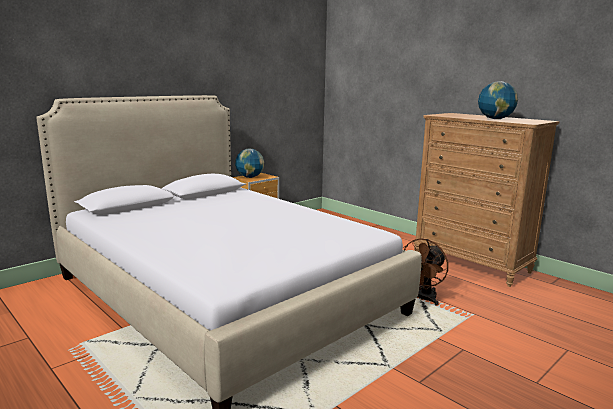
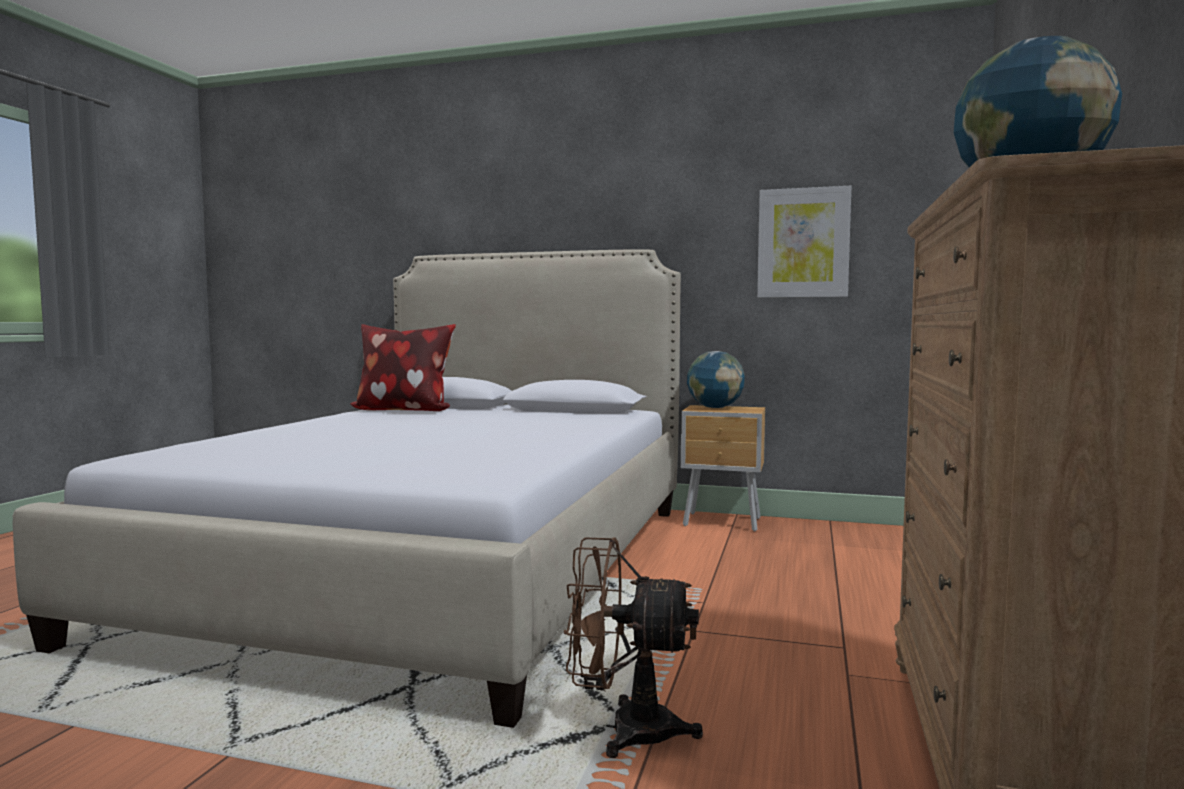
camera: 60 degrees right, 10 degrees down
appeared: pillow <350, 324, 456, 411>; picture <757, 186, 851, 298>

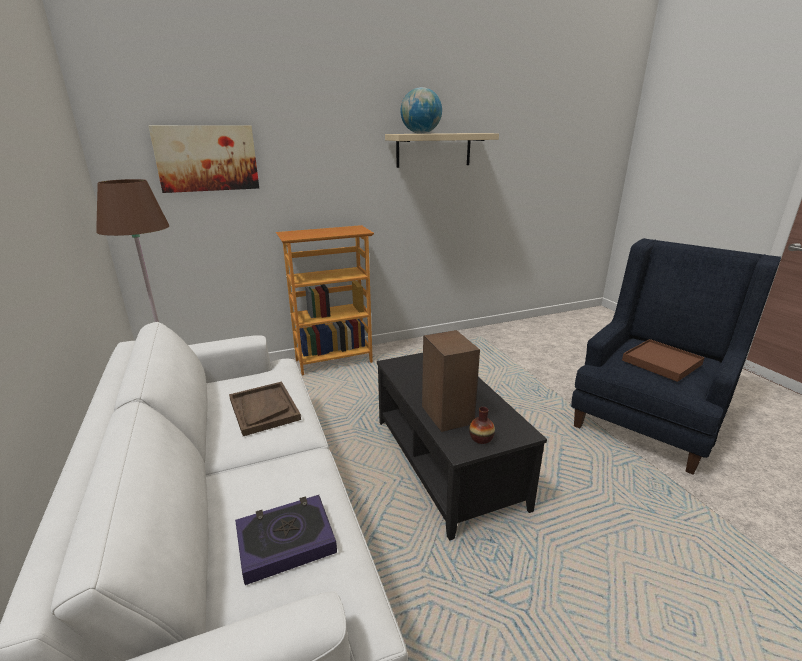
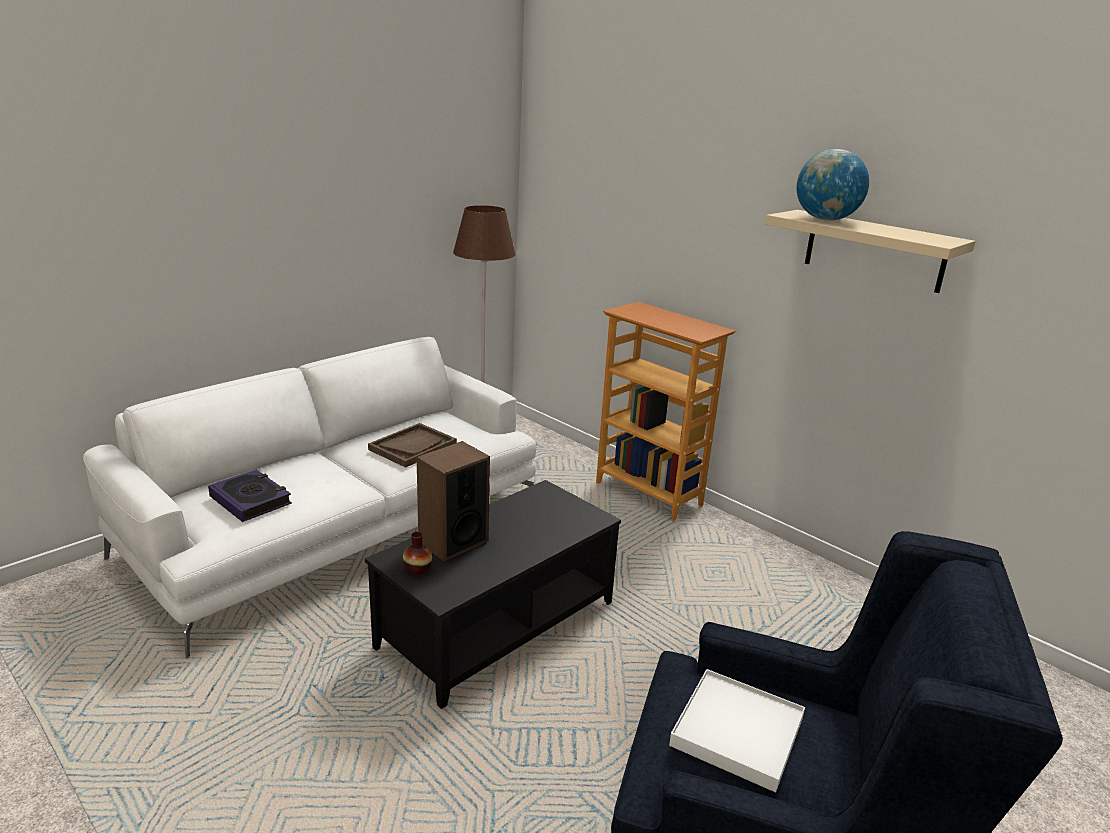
camera: 65 degrees right, 0 degrees up
missing: picture <148, 125, 259, 193>
colour: tray (brown) <622, 339, 705, 382> to tray (white) <669, 669, 805, 792>

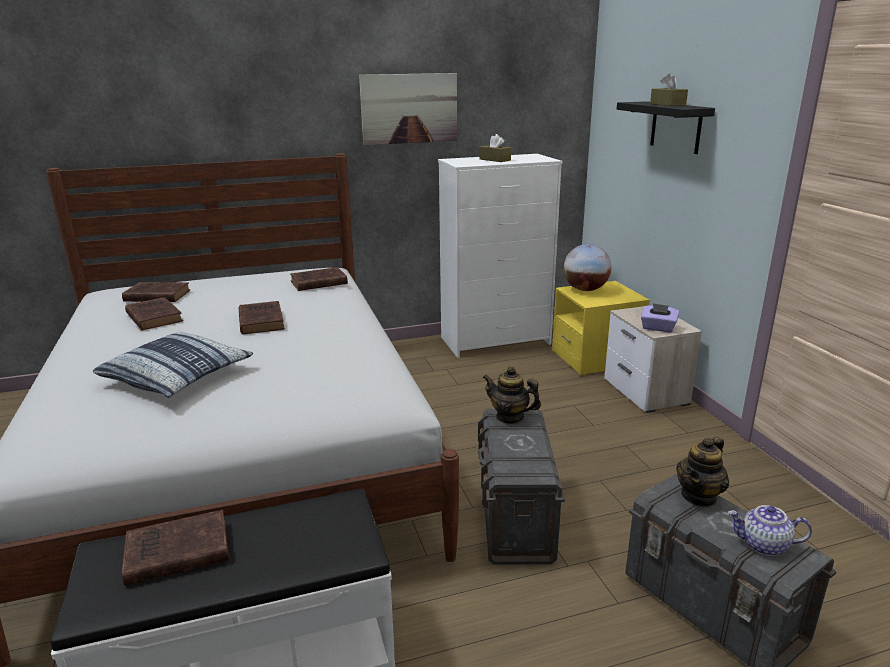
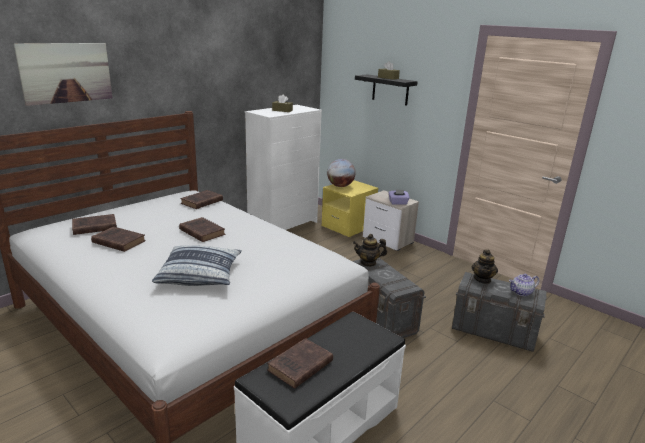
camera: 30 degrees left, 0 degrees up
relocated: picture <359, 73, 457, 145> to <14, 43, 112, 106>

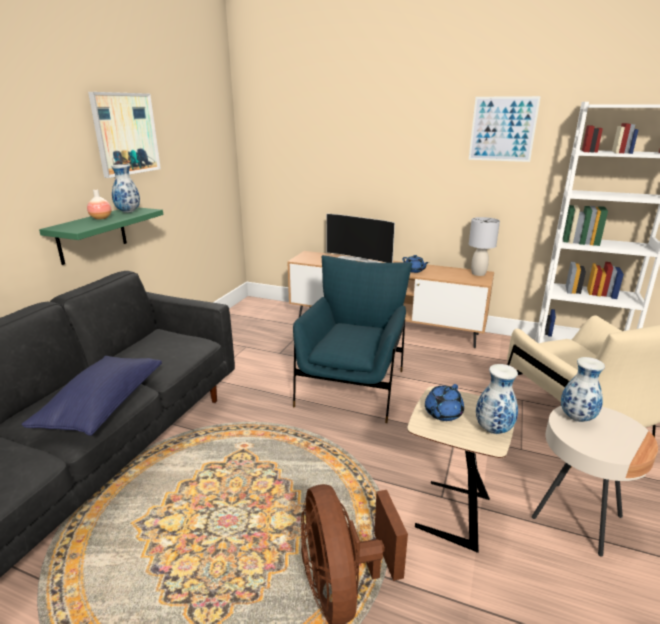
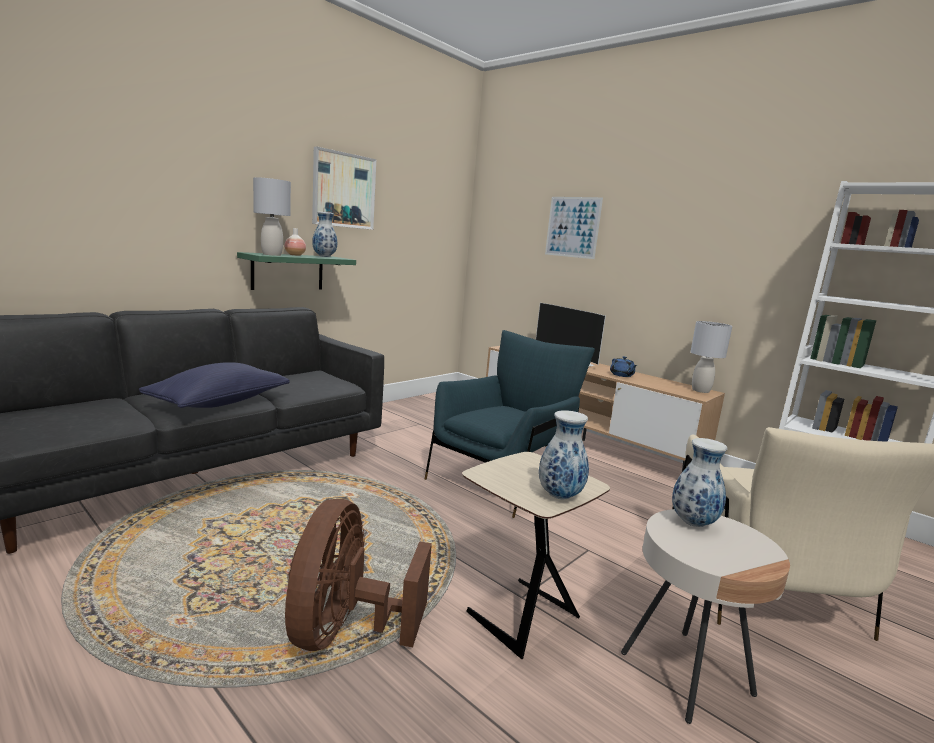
camera: 20 degrees right, 10 degrees down
missing: teapot (blue) <425, 384, 464, 421>
appeared: table lamp (grey) <253, 177, 291, 256>
relocated: picture <469, 96, 541, 162> to <545, 197, 603, 259>

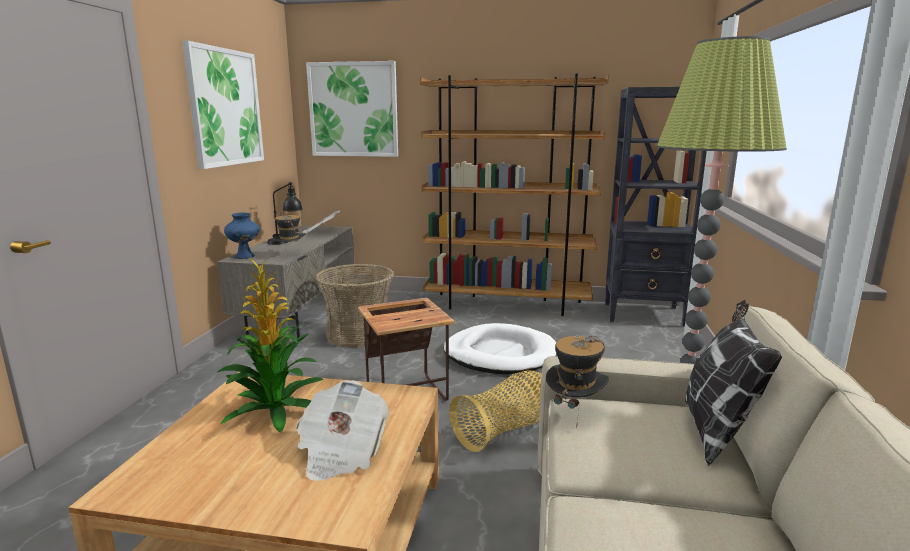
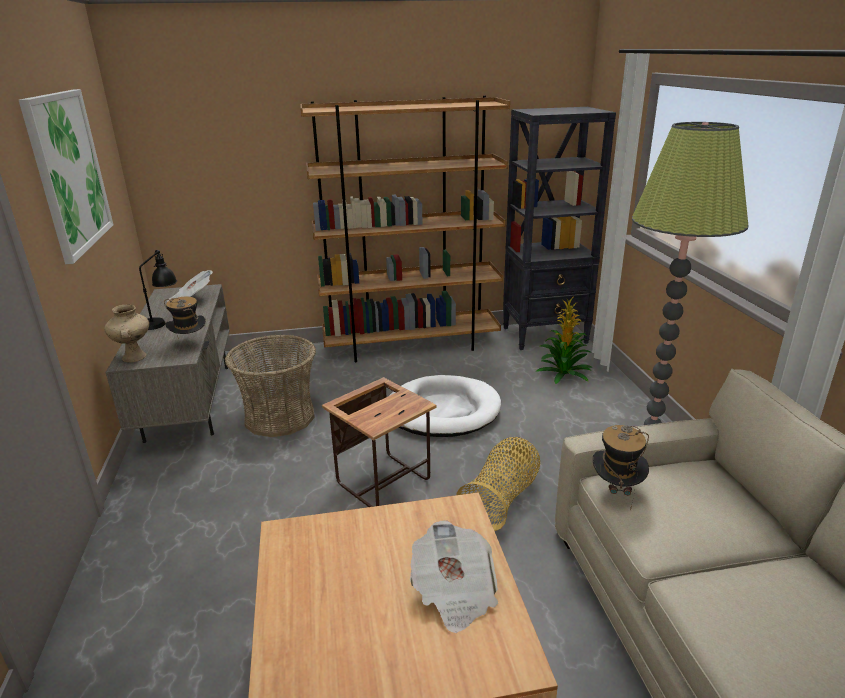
camera: 20 degrees left, 10 degrees up
missing: picture <306, 61, 398, 157>; pillow <685, 300, 782, 466>
relocated: potted plant <216, 259, 323, 433> to <536, 297, 592, 384>
colour: vase (blue) <224, 213, 260, 259> to vase (beige) <104, 304, 149, 363>

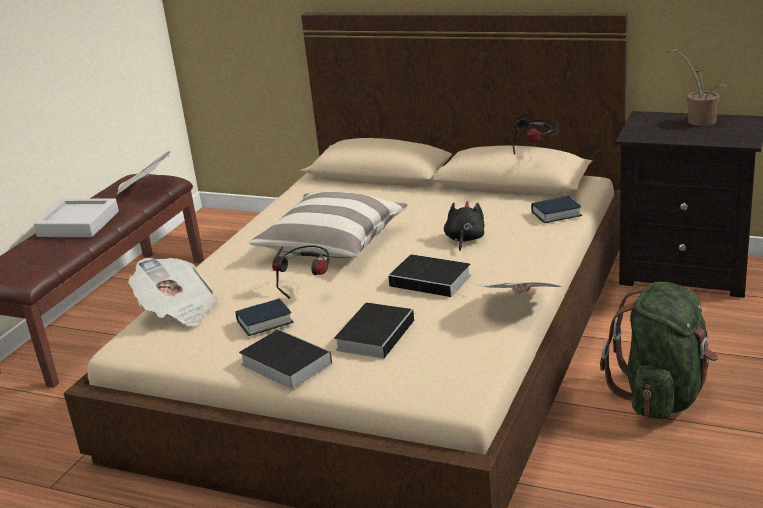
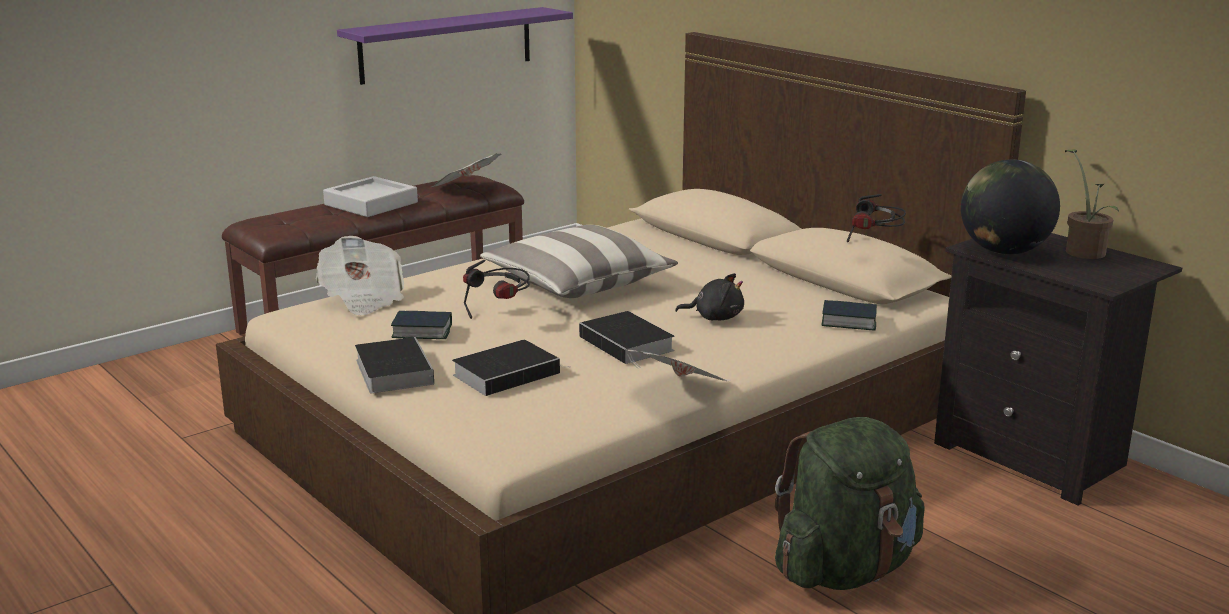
camera: 25 degrees right, 5 degrees down
appeared: shelf (purple) <337, 7, 573, 85>; globe <961, 159, 1060, 255>
spun: plush toy (black) <444, 201, 484, 251> = <675, 273, 744, 320> 60 degrees clockwise

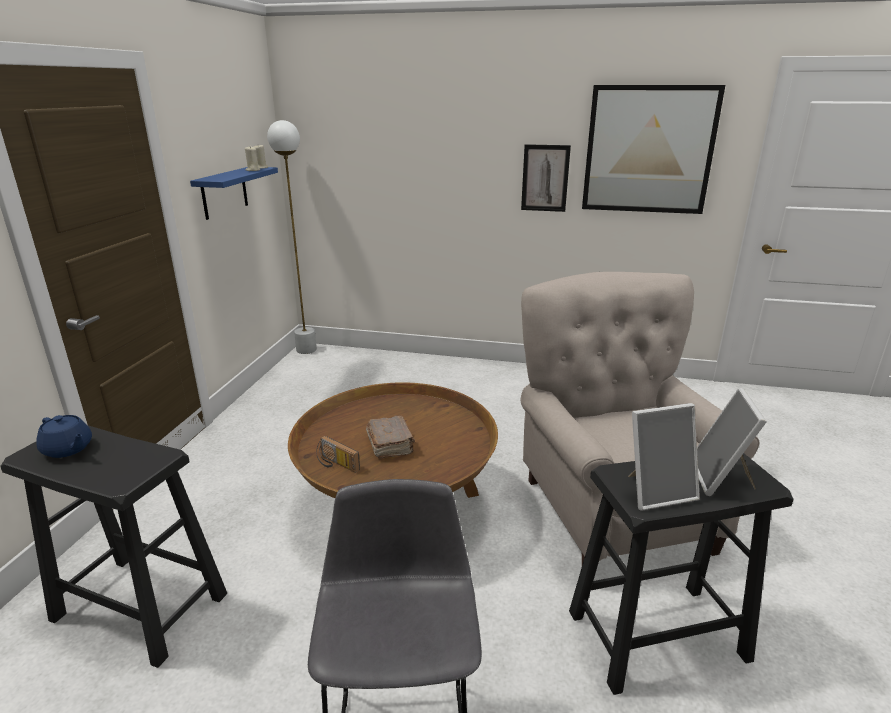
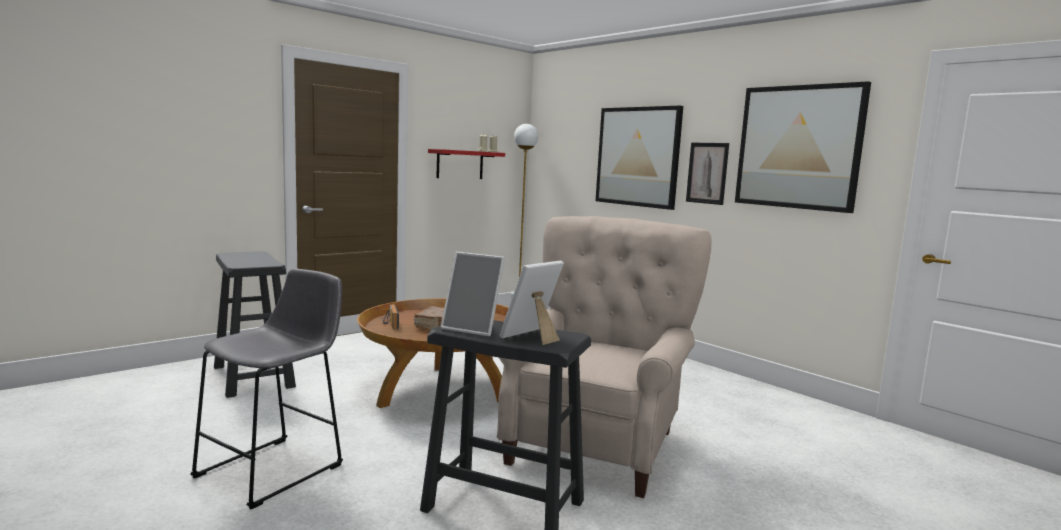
camera: 35 degrees right, 15 degrees down
missing: teapot (blue) <36, 415, 92, 458>
appeared: picture <596, 106, 683, 210>
colour: shelf (blue) <190, 167, 278, 220> to shelf (red) <428, 149, 505, 179>

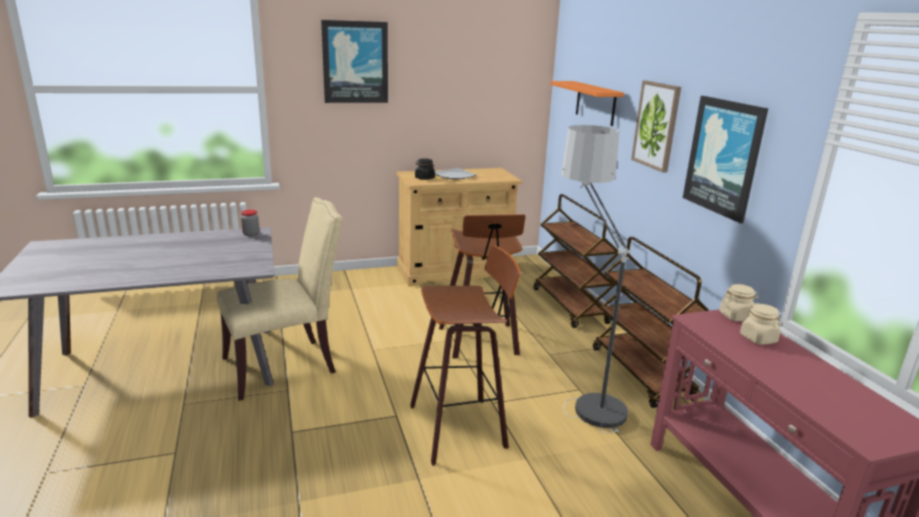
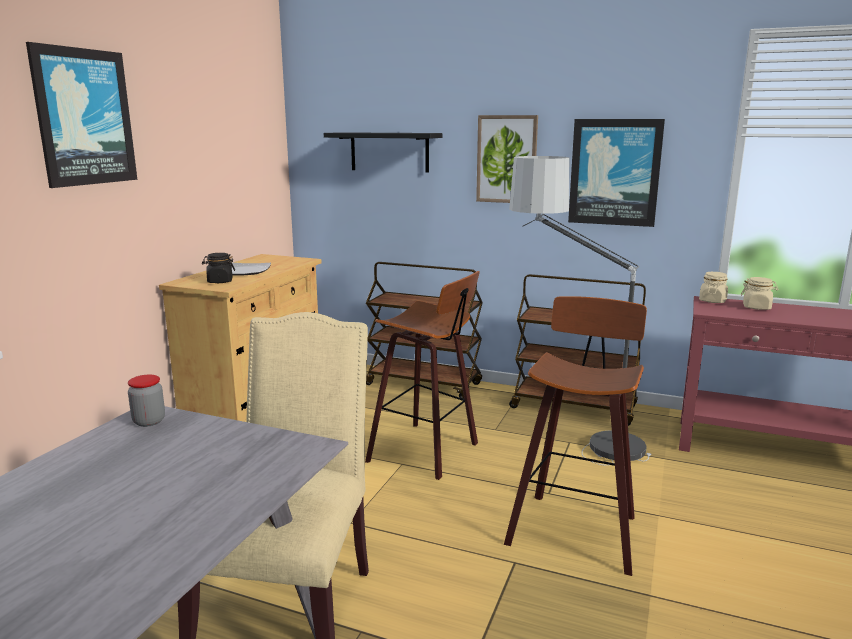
camera: 50 degrees left, 5 degrees down
colour: shelf (orange) <550, 81, 624, 126> to shelf (black) <324, 132, 442, 172>

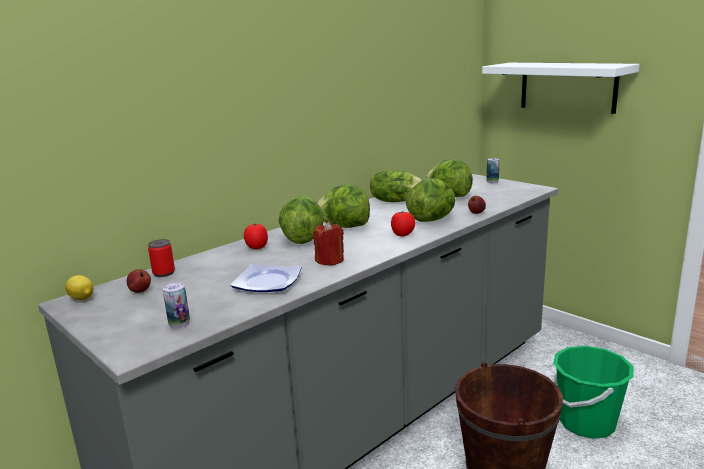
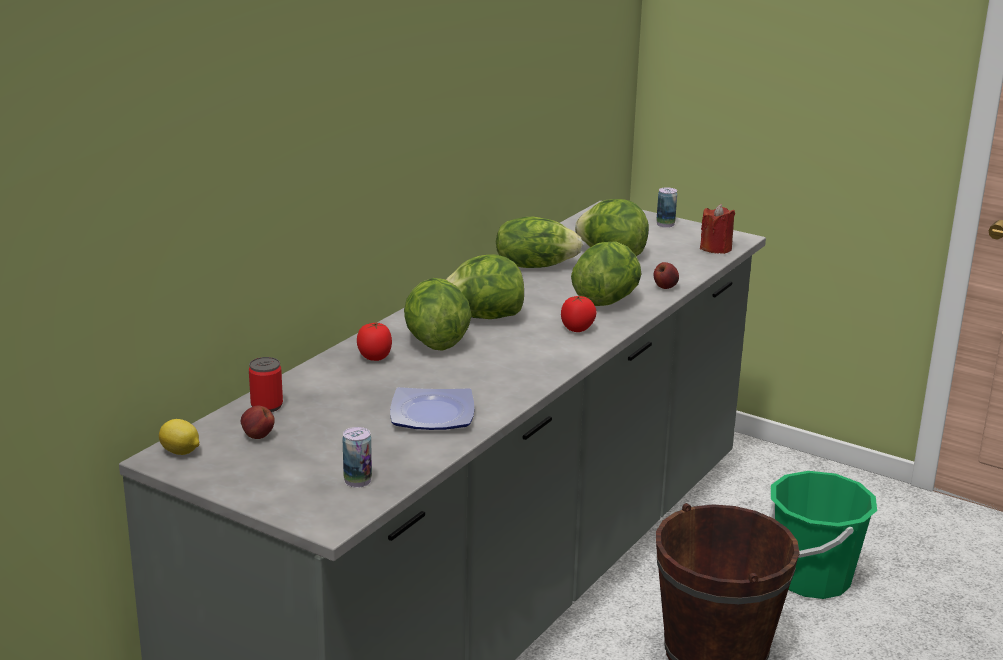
camera: 15 degrees left, 5 degrees up
missing: shelf (white) <482, 63, 640, 114>
relocated: candle (red) <313, 221, 344, 266> to <700, 204, 735, 254>

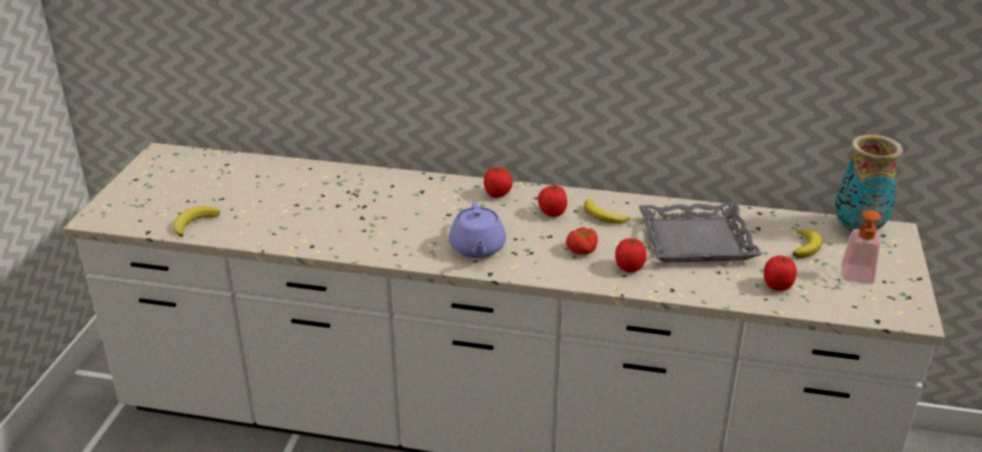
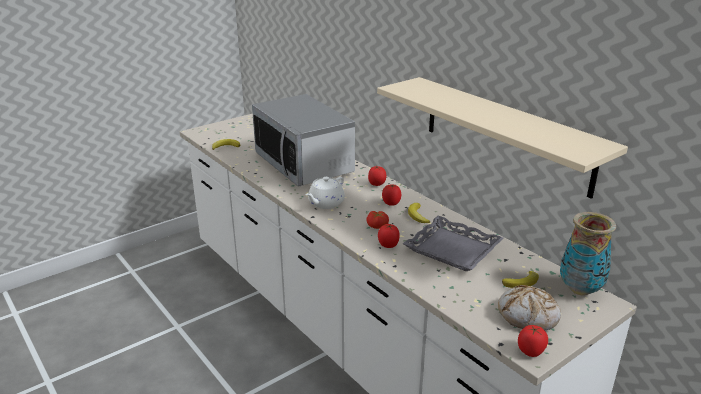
camera: 40 degrees right, 5 degrees down
appeared: microwave <252, 94, 355, 186>; shelf (beige) <377, 77, 628, 199>
relocated: tomato <764, 256, 797, 291> to <518, 325, 548, 357>
exchanged: soap dispenser <841, 210, 881, 284> to bread <498, 285, 561, 330>
colour: teapot (purple) <449, 201, 506, 258> to teapot (white) <306, 177, 345, 209>

